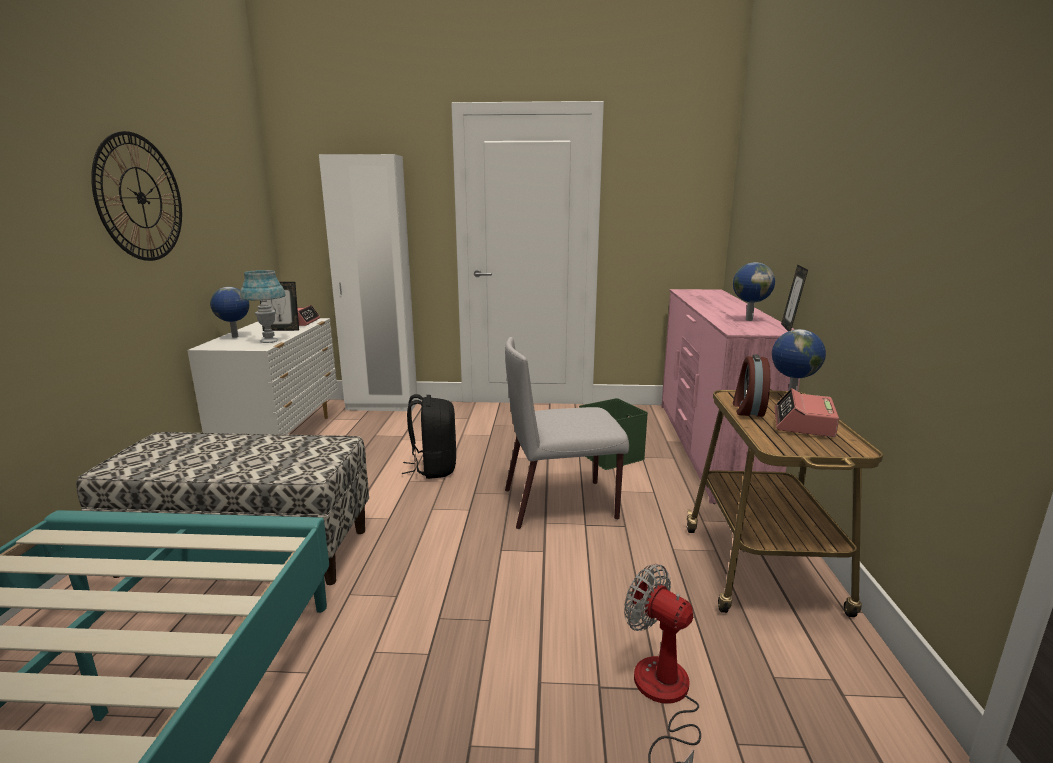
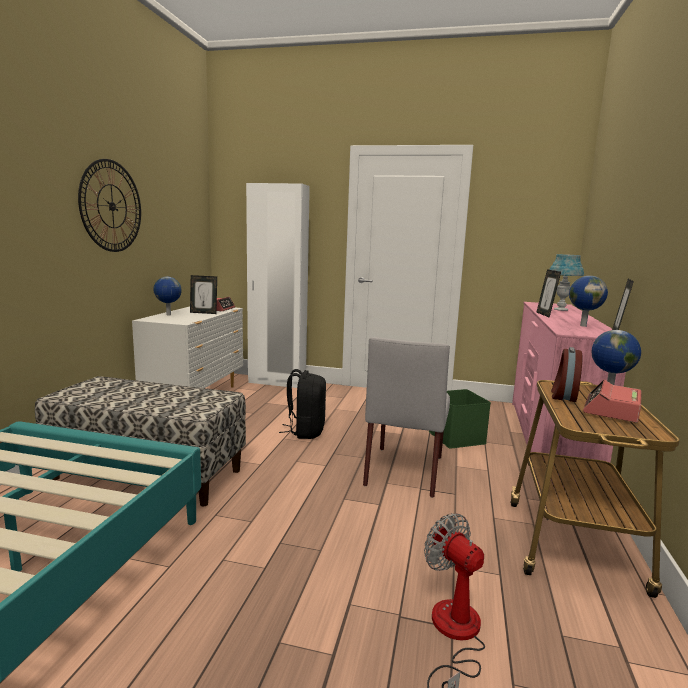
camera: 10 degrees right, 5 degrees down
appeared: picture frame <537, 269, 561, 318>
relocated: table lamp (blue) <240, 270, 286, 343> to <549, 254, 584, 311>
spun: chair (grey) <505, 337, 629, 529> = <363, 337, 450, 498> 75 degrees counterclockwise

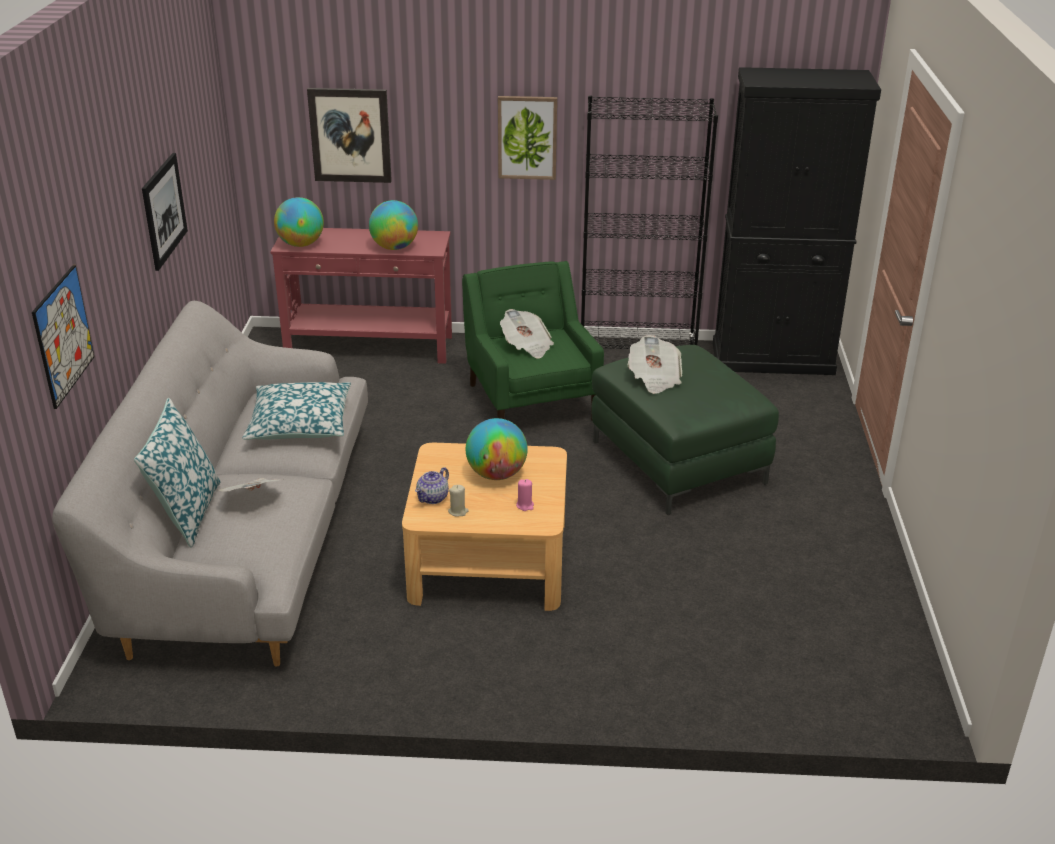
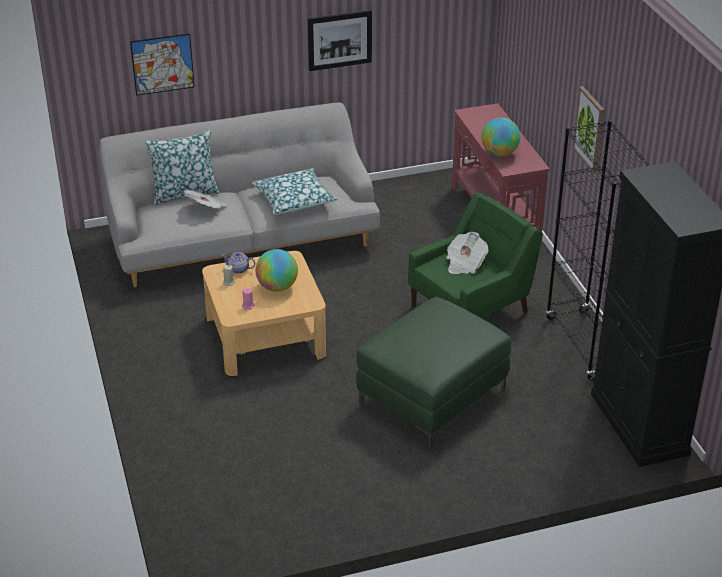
camera: 70 degrees right, 5 degrees up
missing: globe <274, 197, 324, 247>; picture <307, 88, 392, 183>; newspaper <627, 335, 682, 394>

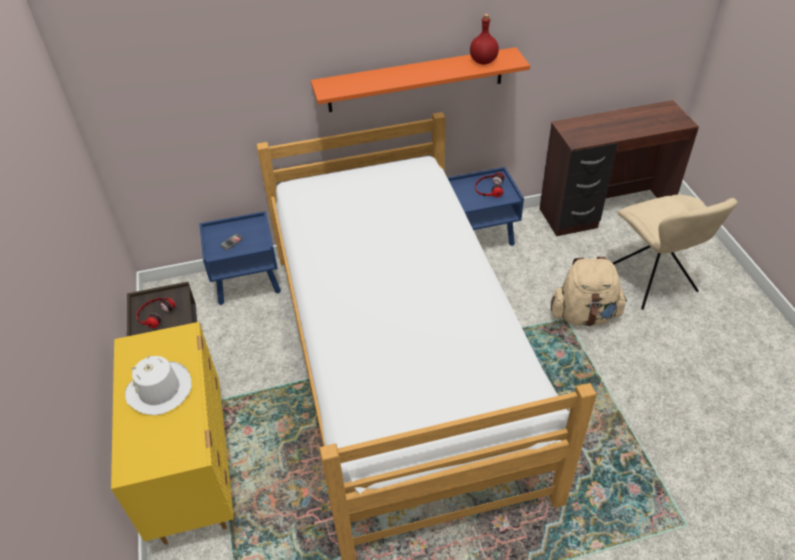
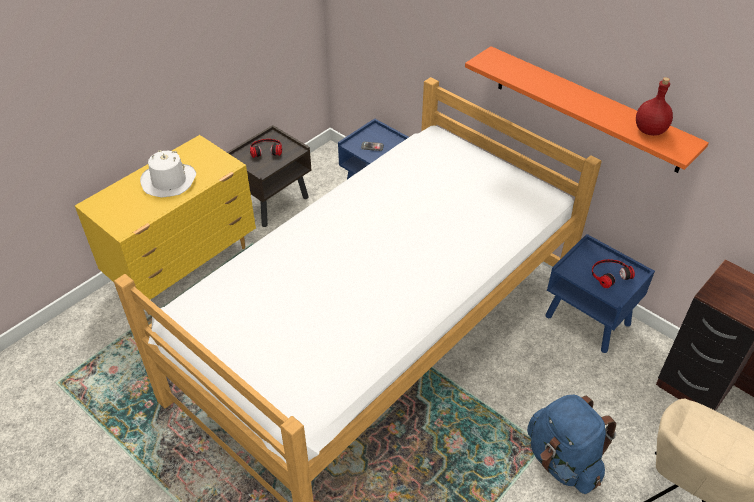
camera: 55 degrees right, 0 degrees up
colour: backpack (beige) <551, 257, 627, 326> to backpack (blue) <527, 395, 616, 494>

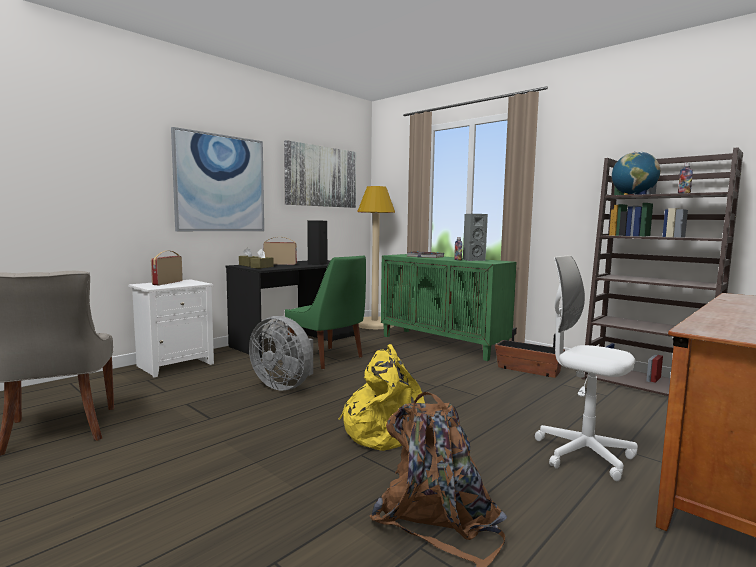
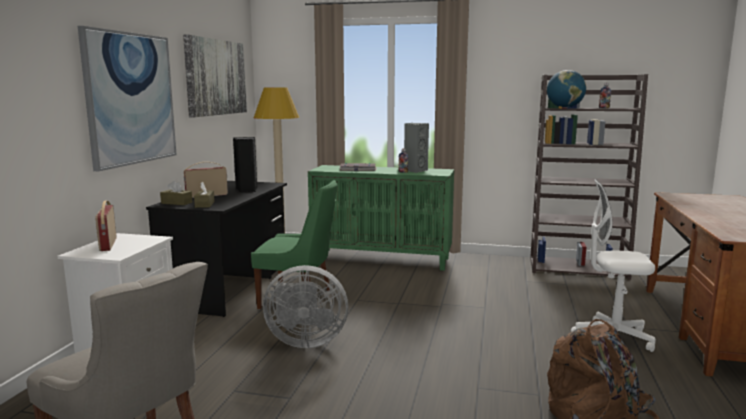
camera: 30 degrees left, 5 degrees up
missing: backpack (yellow) <338, 344, 425, 451>; planter <495, 327, 565, 378>

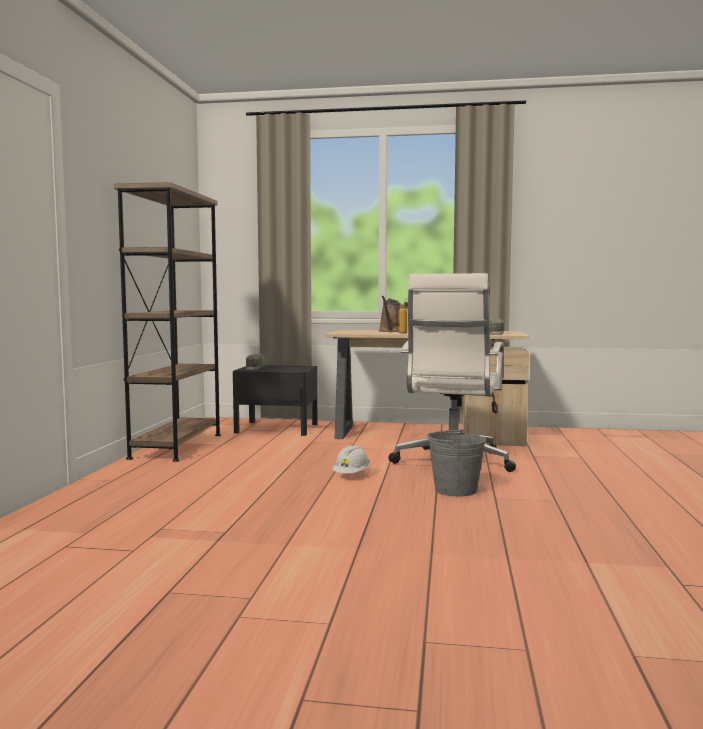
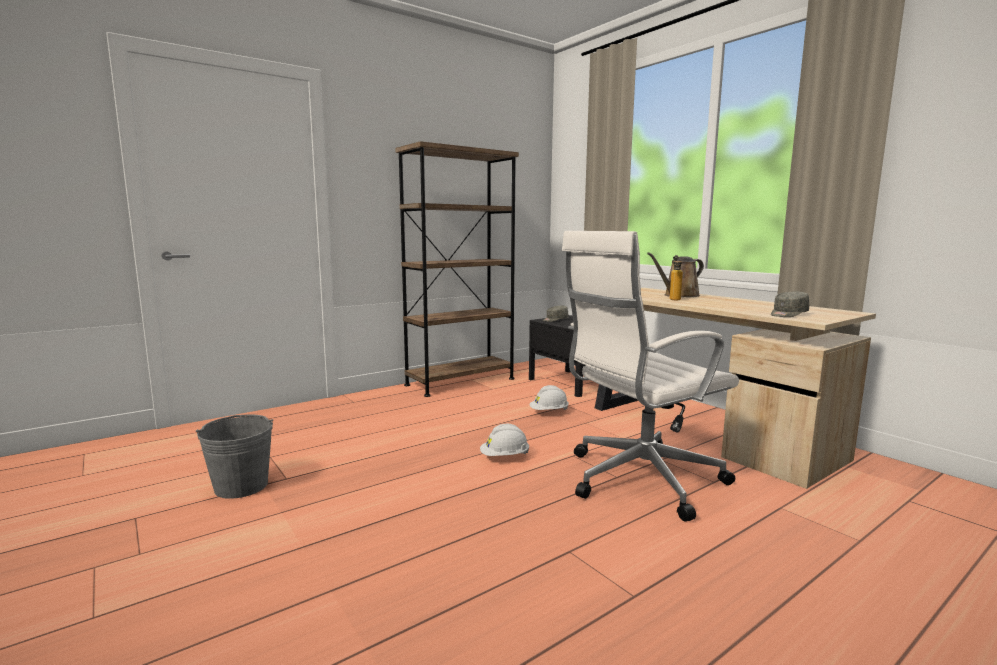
camera: 45 degrees right, 5 degrees up
appeared: hard hat (white) <530, 385, 569, 410>
relocated: bucket (grey) <427, 429, 486, 496> to <196, 415, 273, 499>

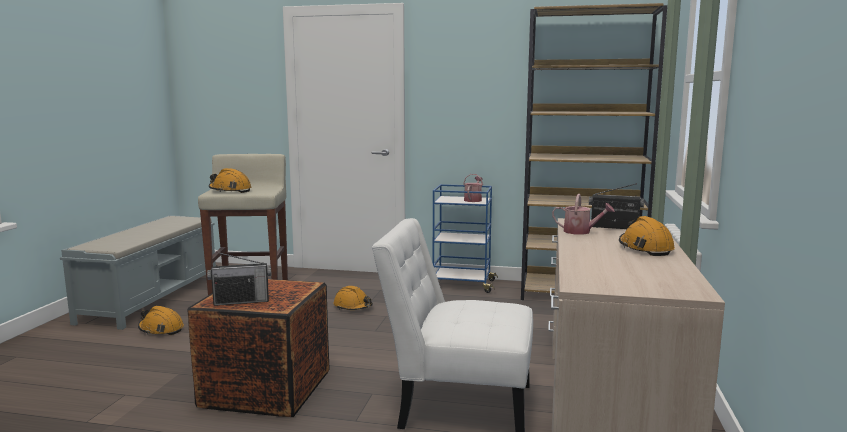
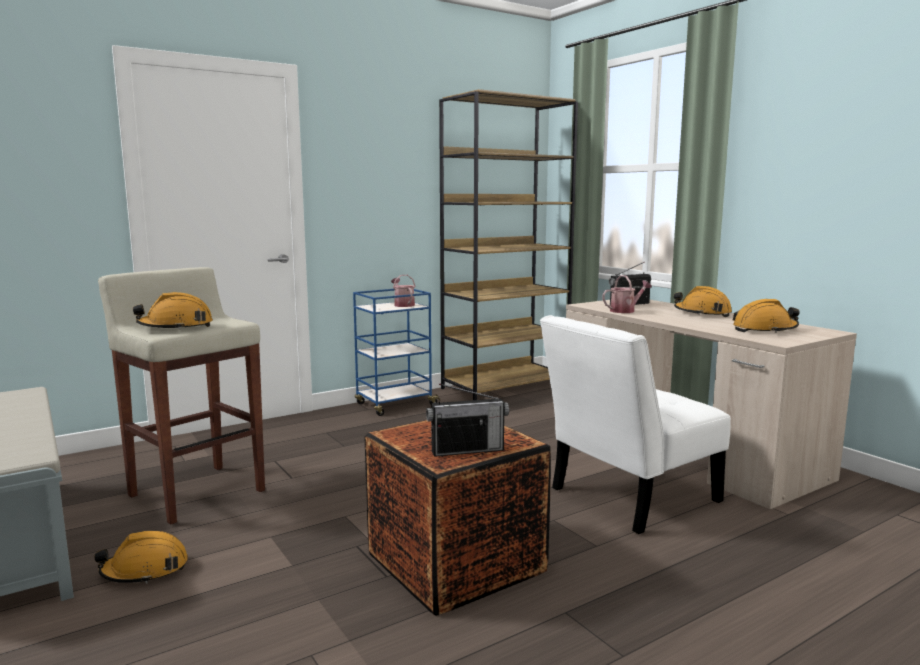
camera: 45 degrees left, 0 degrees up
relocated: hard hat (orange) <333, 286, 373, 310> to <733, 299, 800, 333>
spun: radio <207, 252, 271, 306> = <426, 383, 509, 457> 45 degrees clockwise

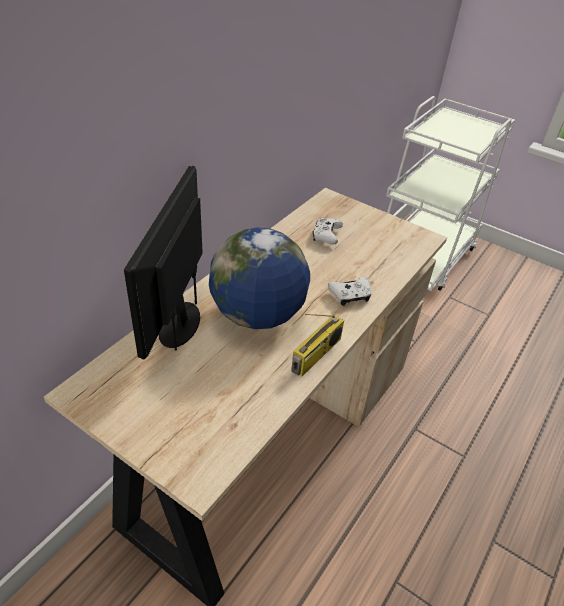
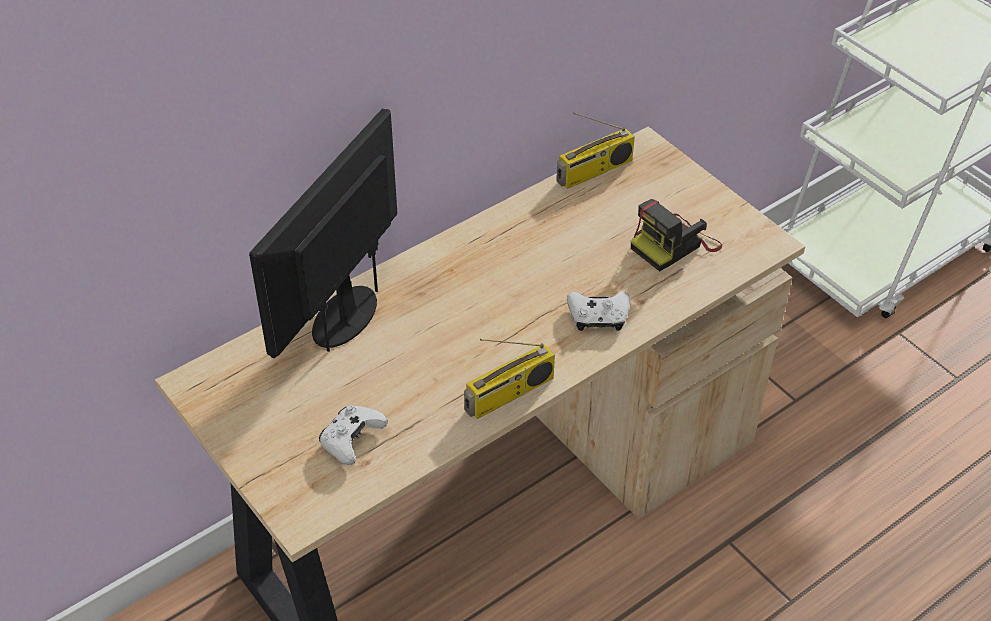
camera: 20 degrees right, 5 degrees up
missing: globe <209, 227, 310, 329>
appeared: radio <556, 113, 635, 189>; photo camera <631, 199, 722, 272>
relocated: game controller (white) <313, 217, 343, 245> to <319, 405, 387, 465>

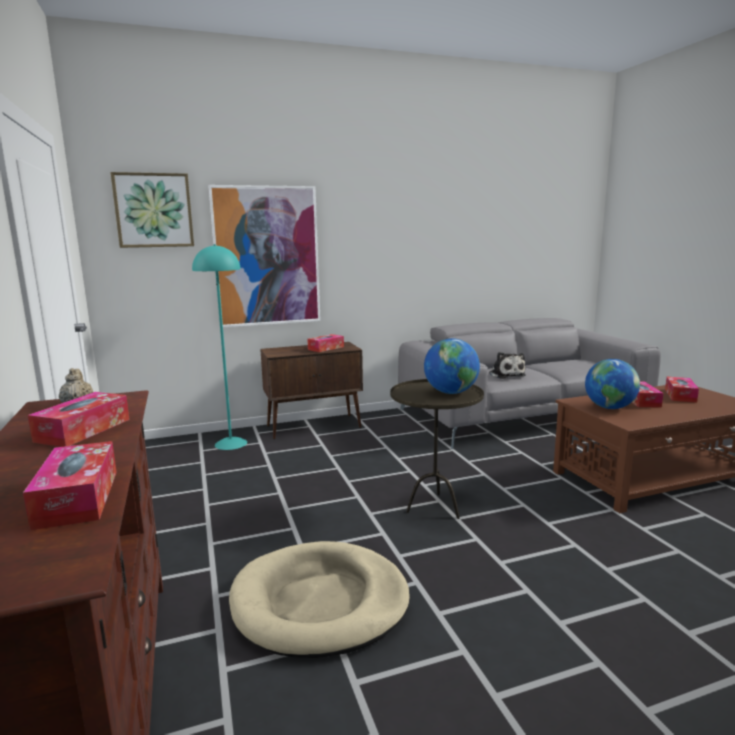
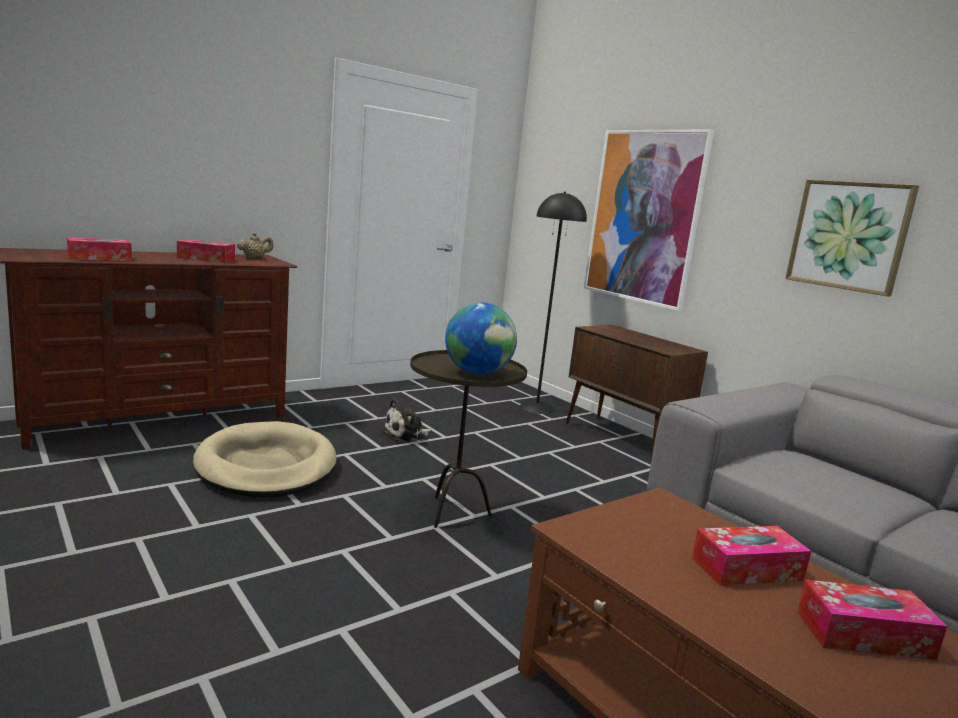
camera: 70 degrees right, 0 degrees up
missing: tissue box <307, 334, 344, 352>; globe <585, 359, 640, 409>
relocated: picture <110, 172, 194, 248> to <785, 180, 919, 296>; plush toy <489, 352, 526, 379> to <382, 399, 432, 443>
colour: floor lamp (turquoise) <192, 244, 247, 450> to floor lamp (black) <520, 192, 587, 414>

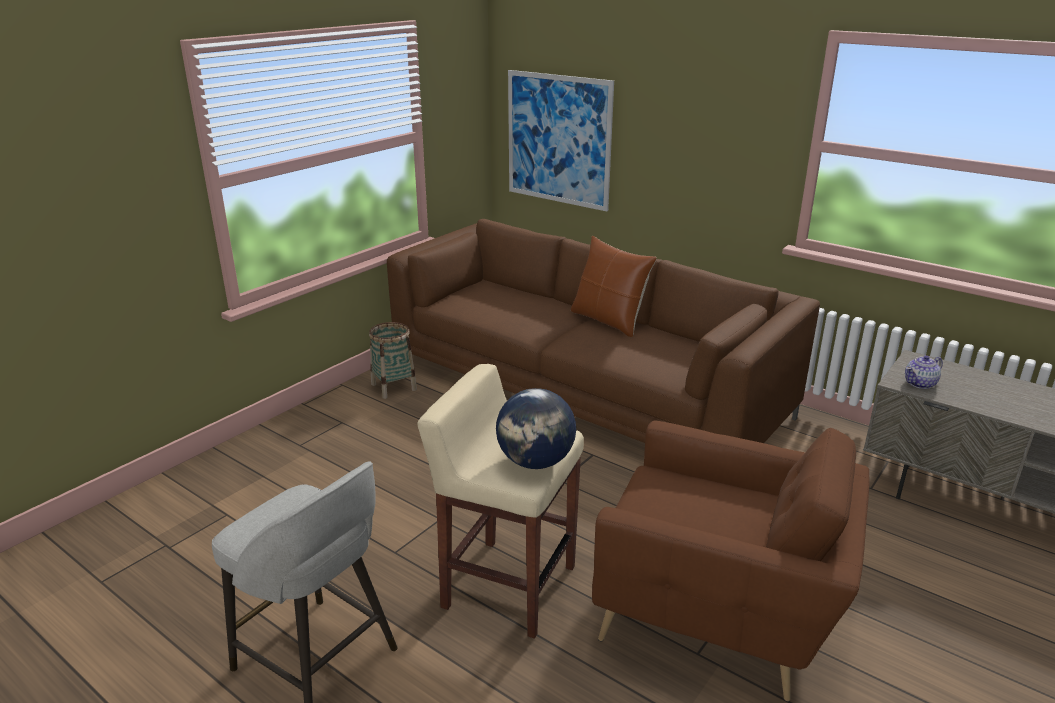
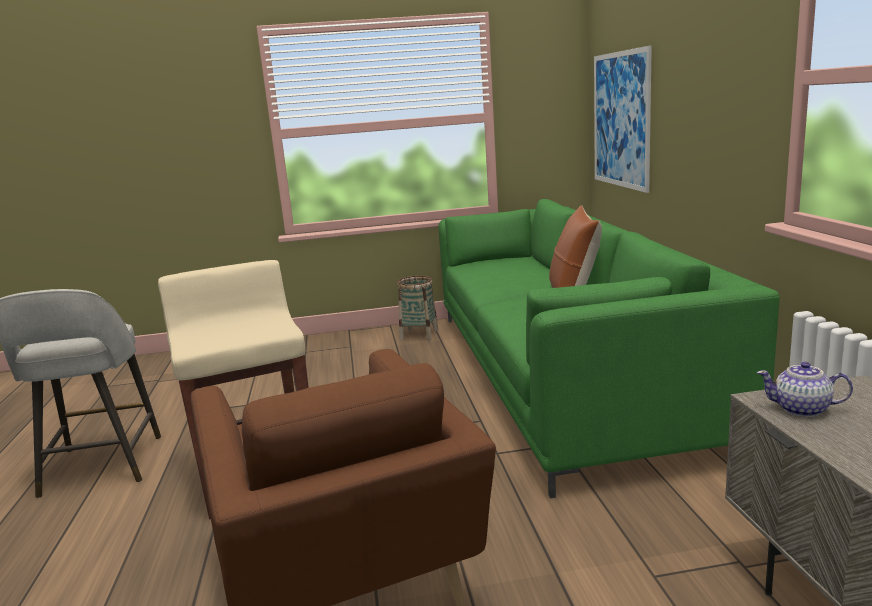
camera: 45 degrees right, 10 degrees down
missing: globe <496, 388, 576, 469>
colour: sofa (brown) <387, 219, 820, 443> to sofa (green) <439, 199, 780, 498>

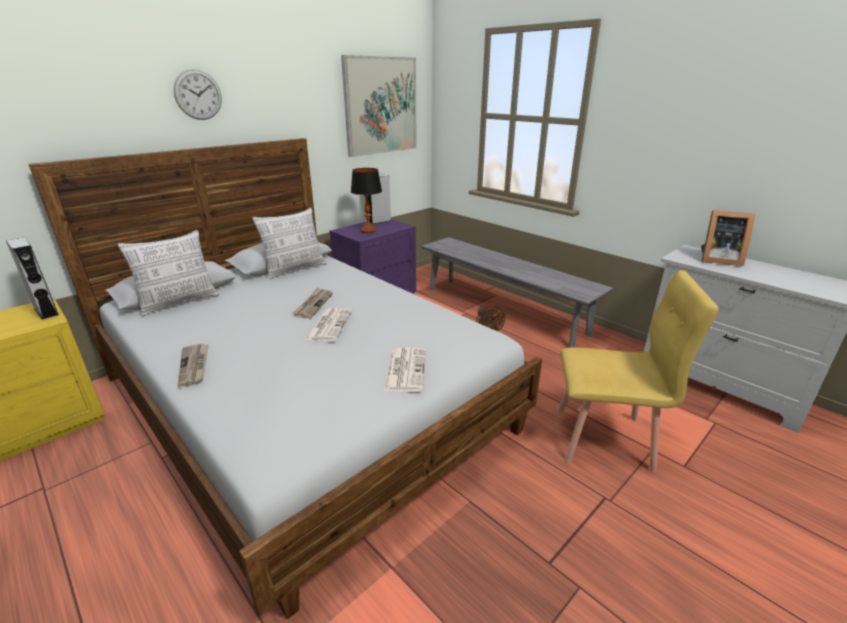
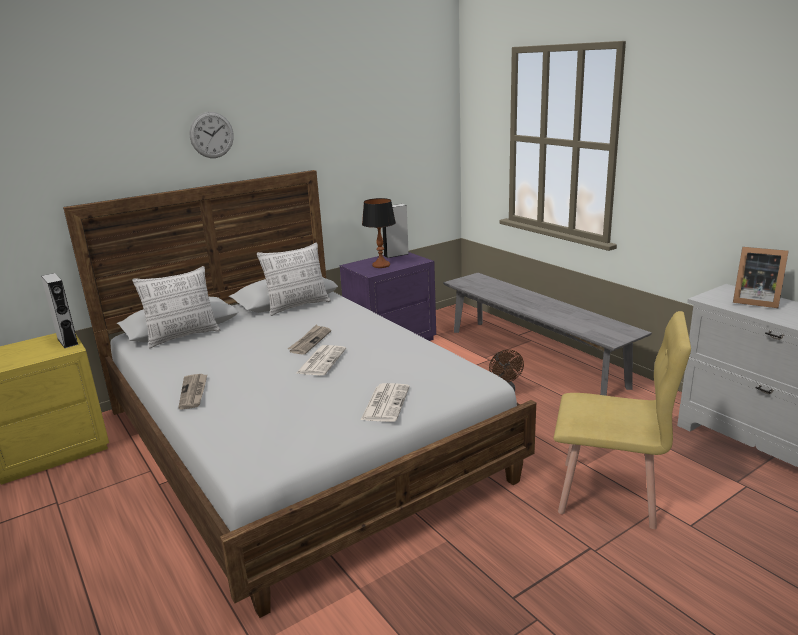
camera: 10 degrees right, 5 degrees down
missing: picture <341, 55, 417, 157>

